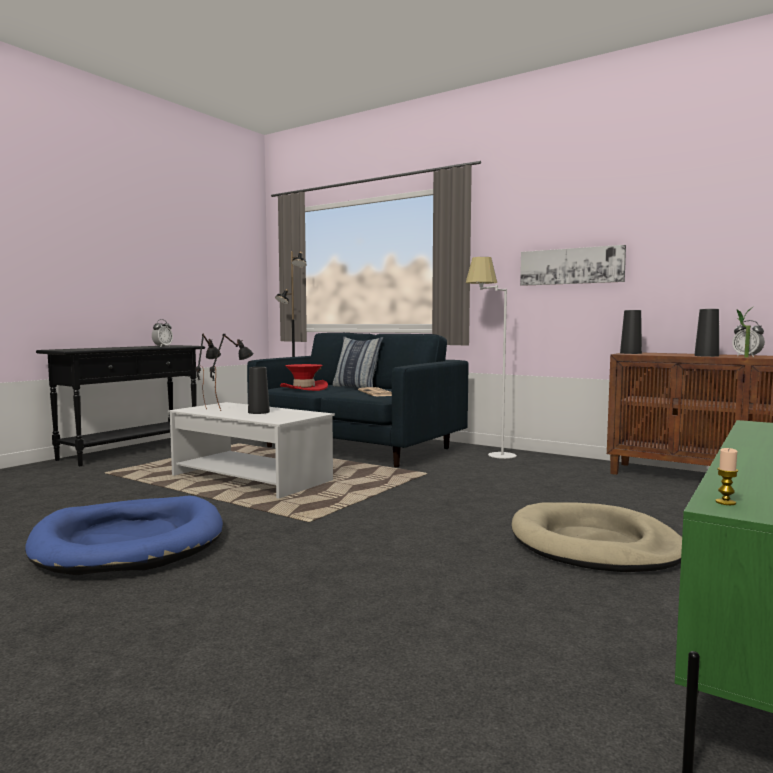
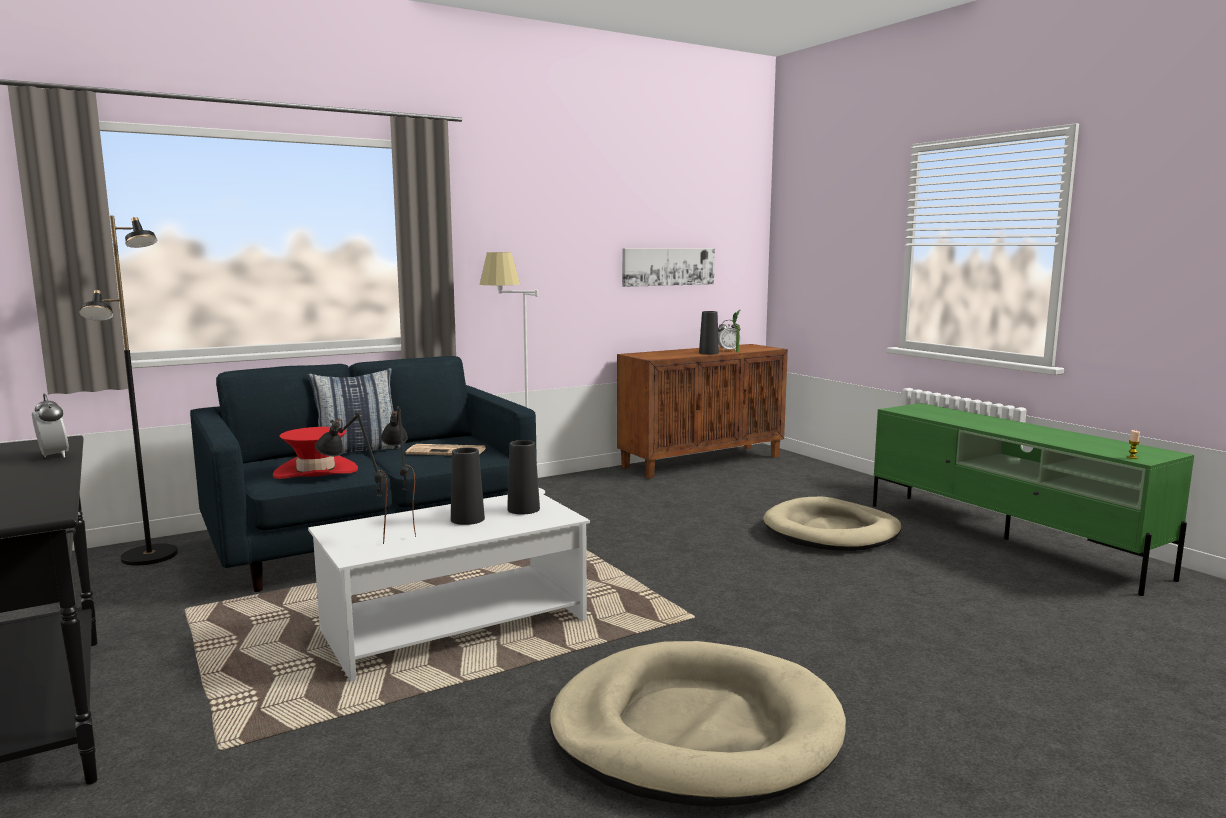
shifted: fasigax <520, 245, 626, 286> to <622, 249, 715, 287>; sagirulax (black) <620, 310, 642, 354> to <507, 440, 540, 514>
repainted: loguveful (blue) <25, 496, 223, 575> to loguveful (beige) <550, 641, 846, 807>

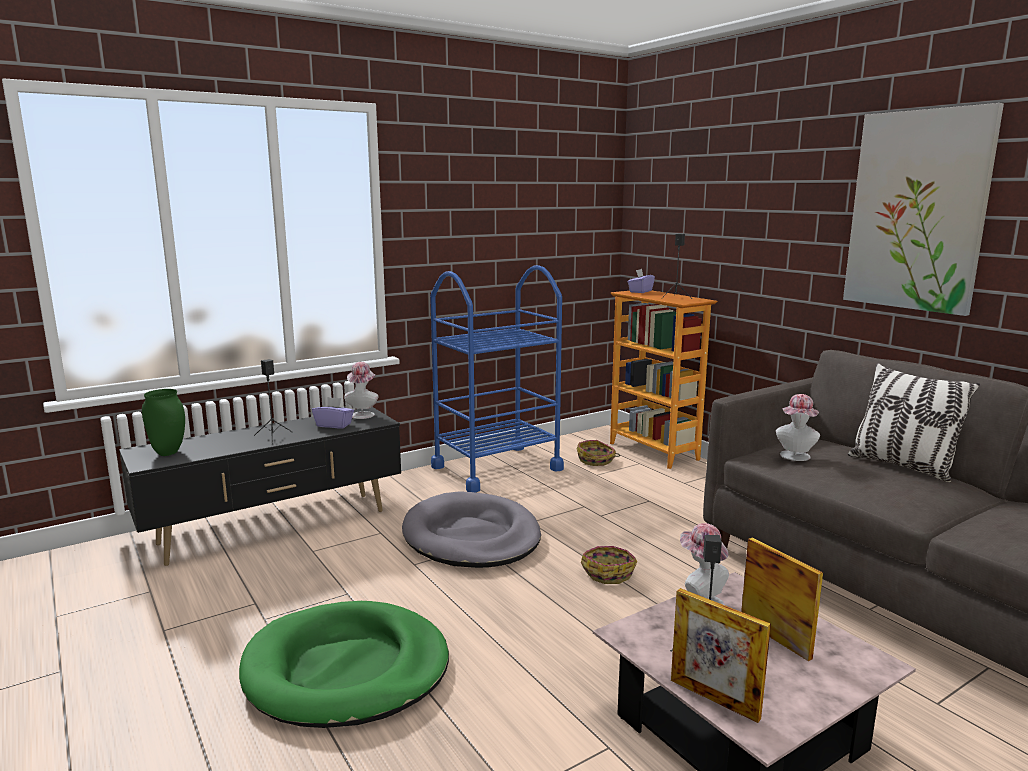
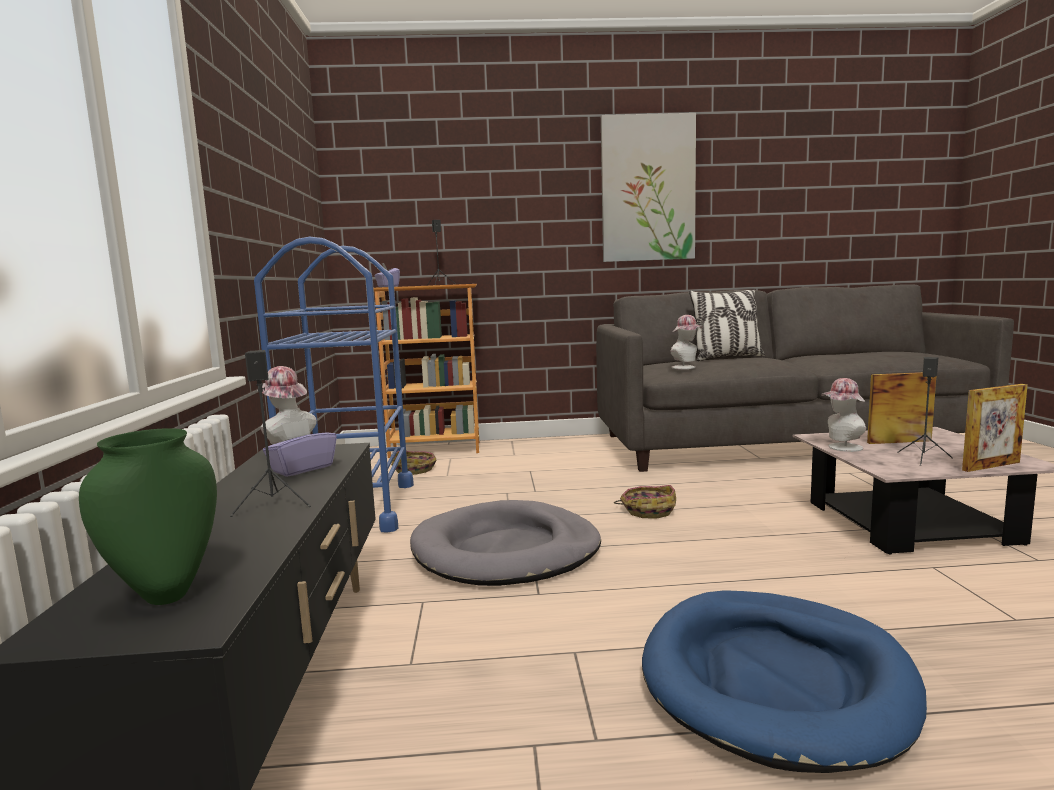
repainted: loguveful (green) <239, 601, 449, 728> to loguveful (blue) <642, 590, 927, 773>

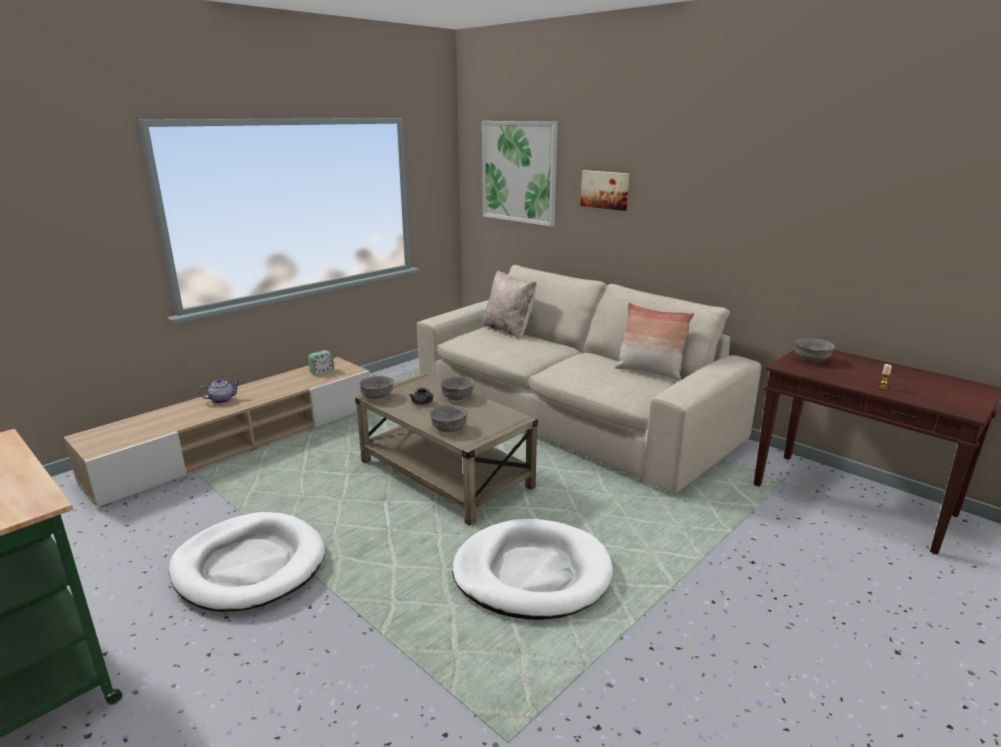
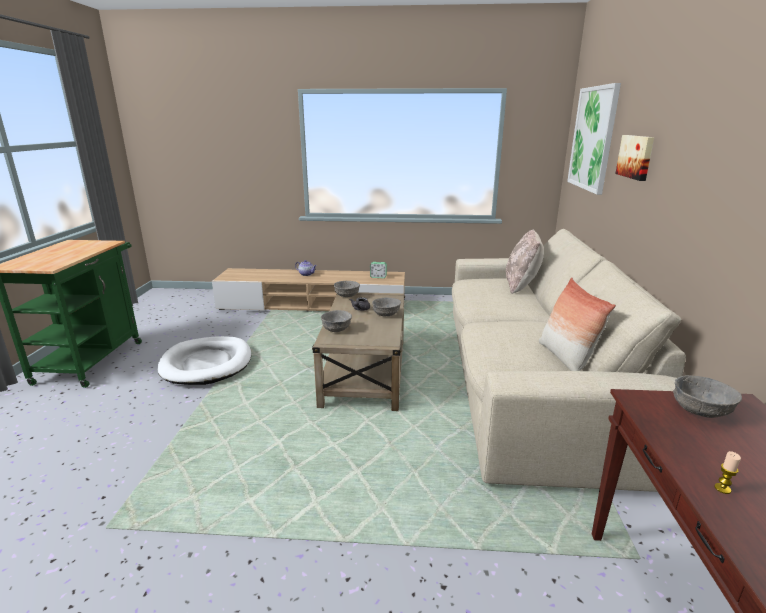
gone: loguveful (white) <452, 519, 613, 620>

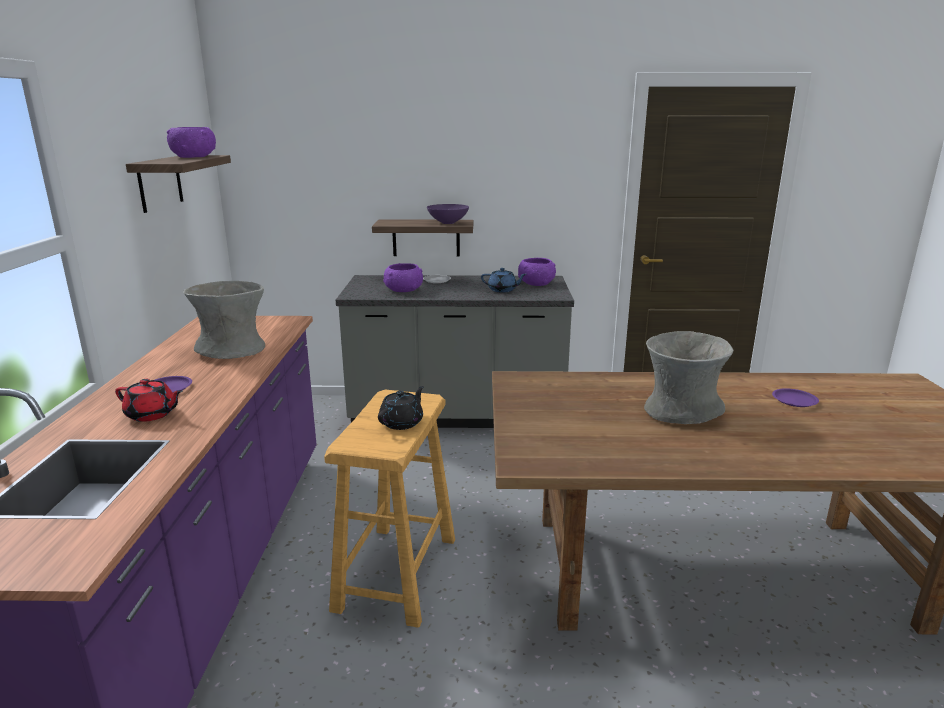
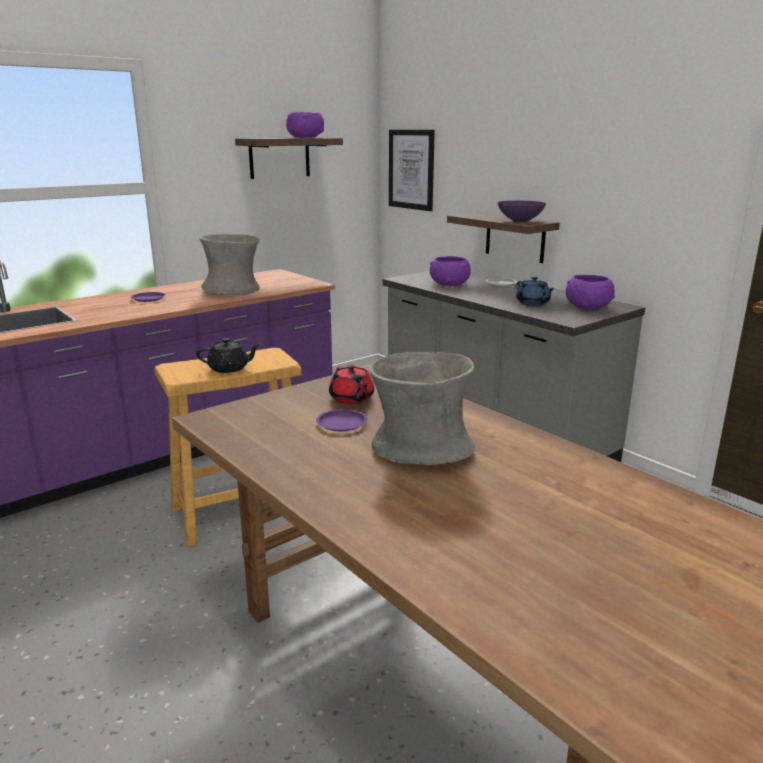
new: fasigax <389, 130, 435, 211>
shifted: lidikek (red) <115, 379, 183, 422> to <329, 364, 374, 404>; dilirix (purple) <772, 388, 819, 407> to <316, 409, 367, 431>

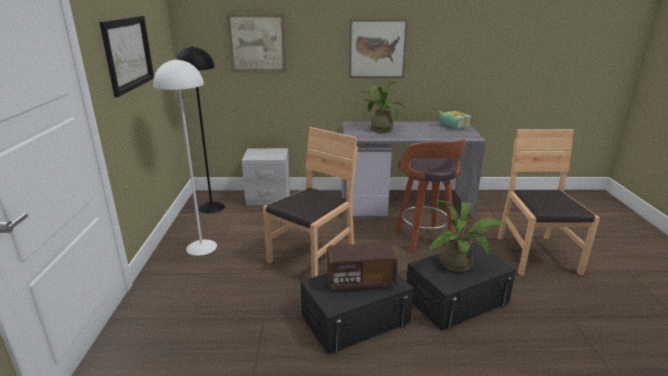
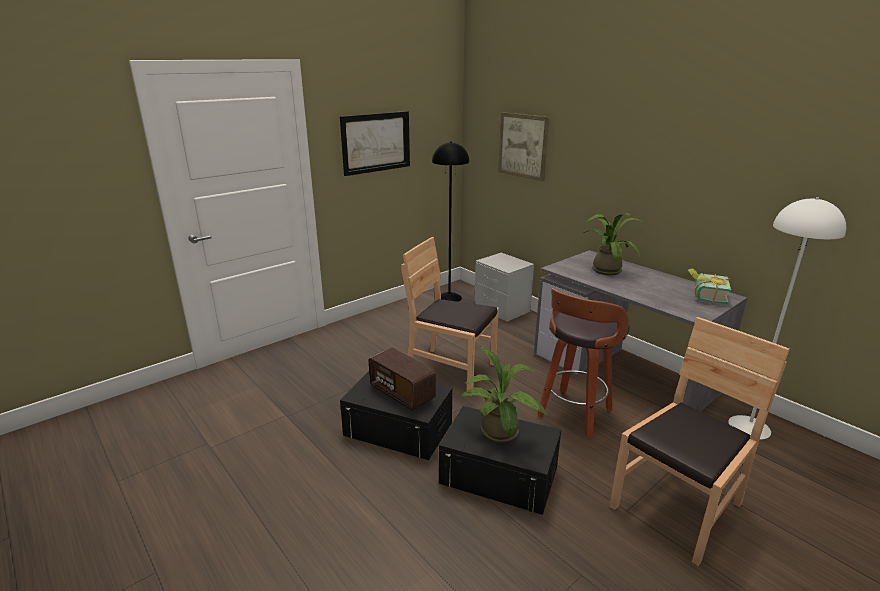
gone: fasigax <349, 19, 407, 78>
shifted: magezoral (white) <153, 59, 217, 256> to <728, 197, 846, 439>
rotated: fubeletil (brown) <263, 127, 358, 278> = <401, 237, 499, 396> 150 degrees counterclockwise

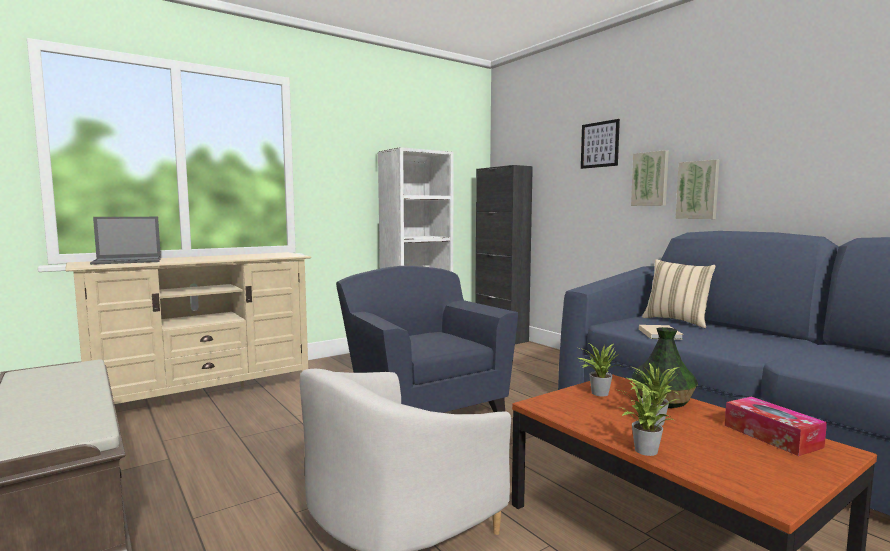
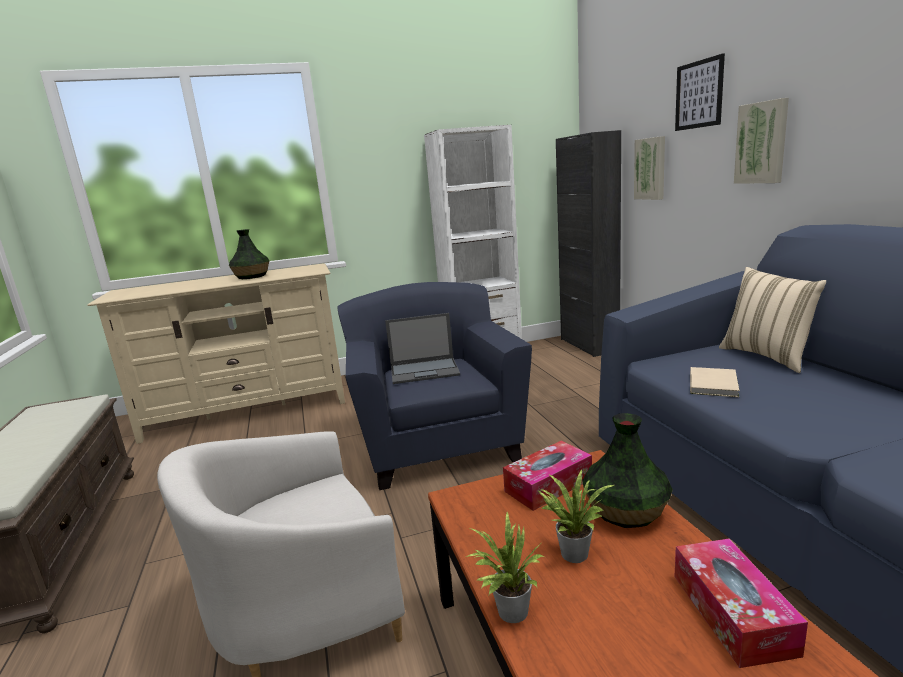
new: sagirulax <229, 229, 270, 279>
shifted: fasigax <676, 159, 719, 219> to <634, 136, 665, 200>; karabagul <90, 217, 161, 265> to <385, 313, 460, 384>
swapped: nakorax <578, 343, 621, 397> to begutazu <503, 440, 592, 511>

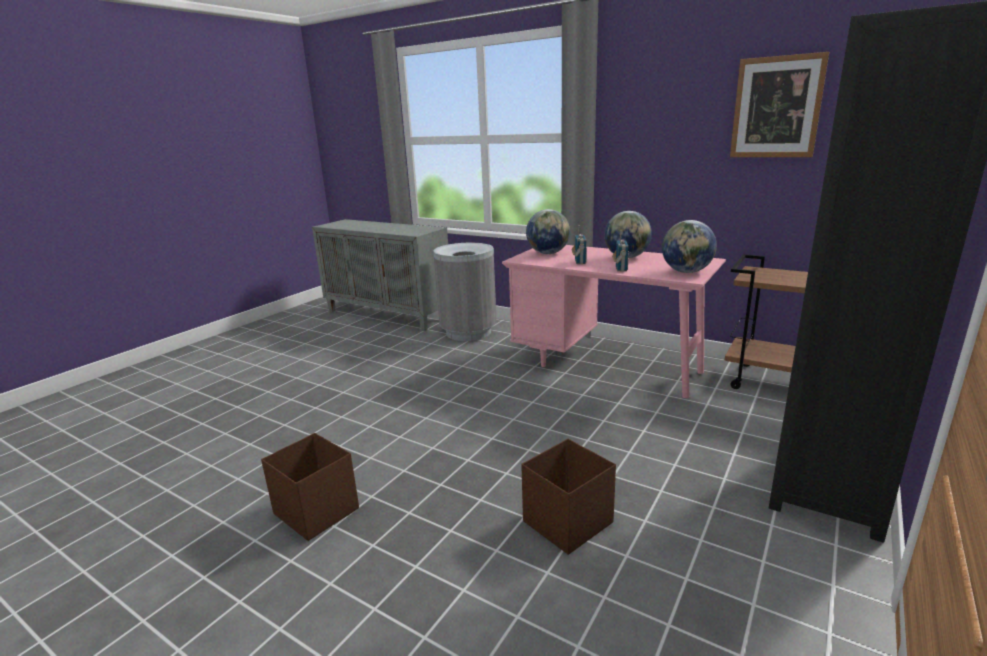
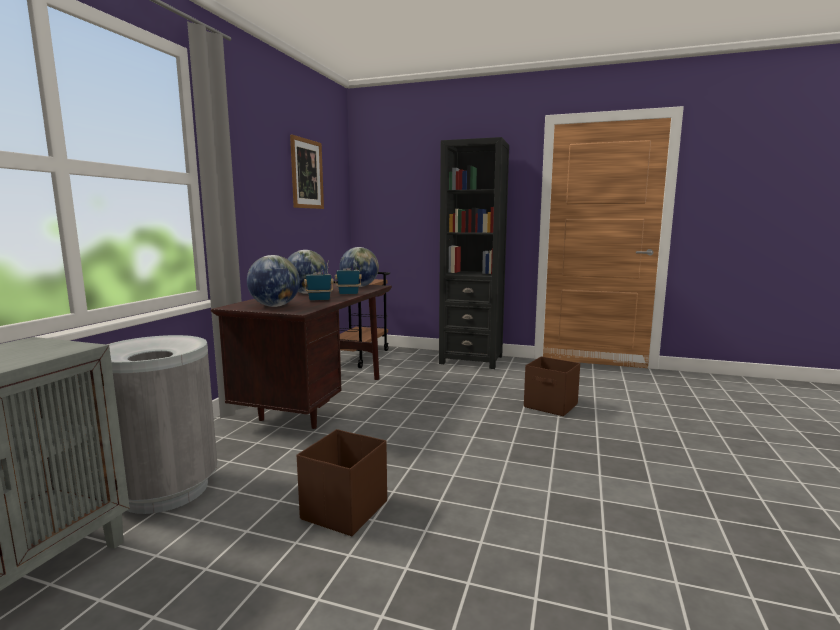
shifted: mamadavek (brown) <261, 433, 359, 541> to <297, 429, 387, 536>
repainted: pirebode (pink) <502, 245, 726, 398> to pirebode (brown) <211, 283, 392, 429>

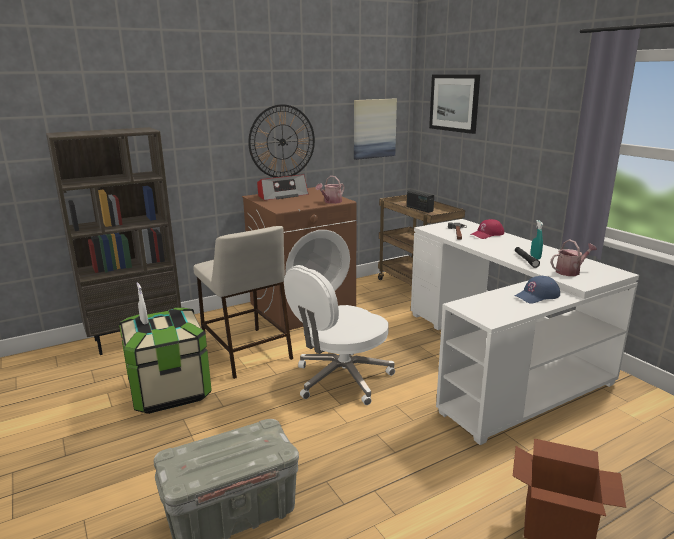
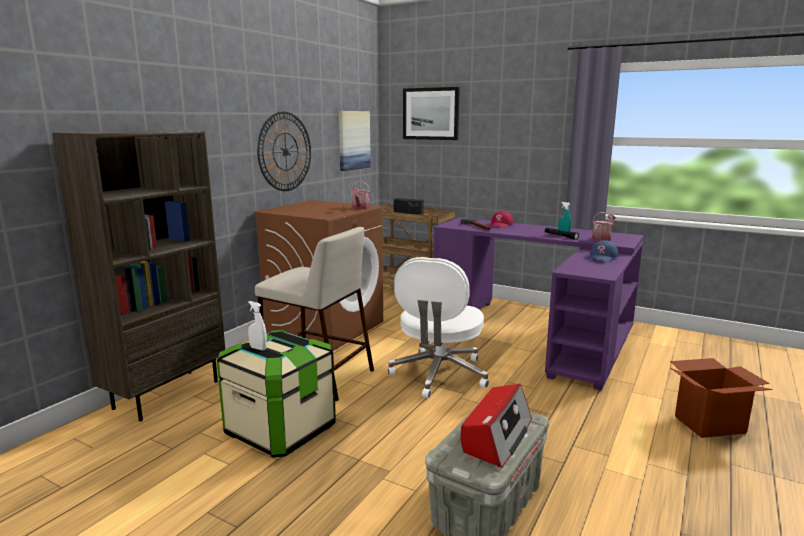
shifted: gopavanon <257, 174, 309, 200> to <461, 384, 532, 468>
repainted: pirebode (white) <411, 219, 639, 445> to pirebode (purple) <434, 218, 644, 391>

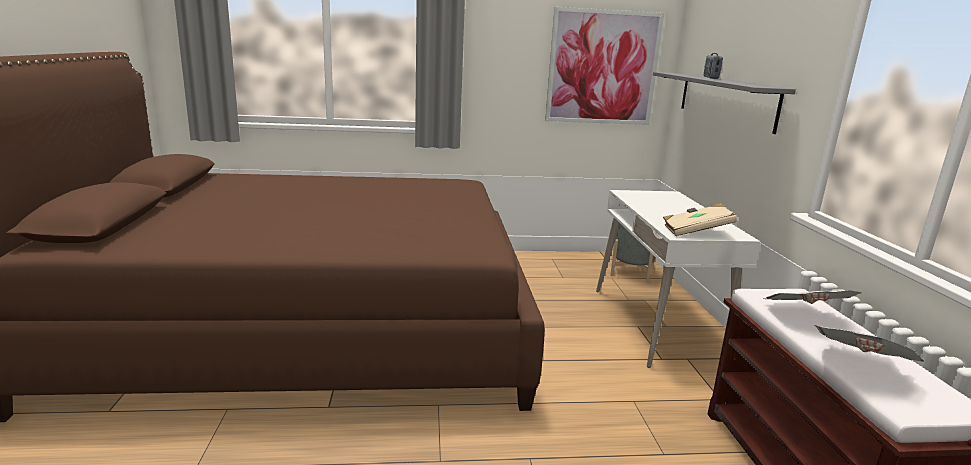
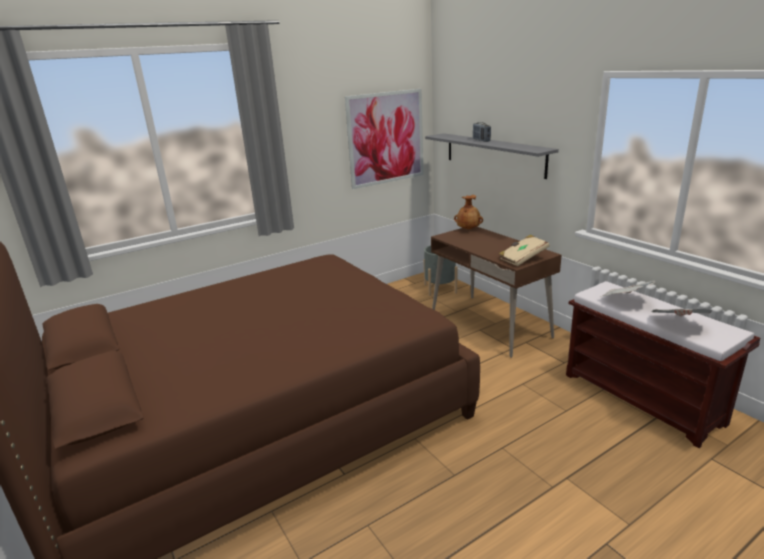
new: sagirulax (brown) <454, 195, 483, 230>
repainted: pirebode (white) <596, 190, 760, 368> to pirebode (brown) <431, 227, 562, 358>

